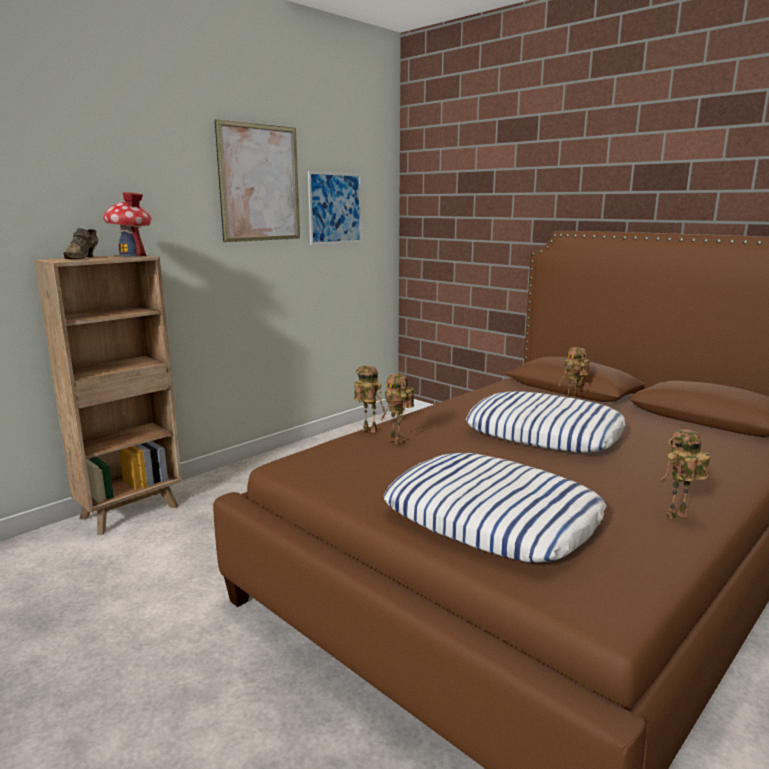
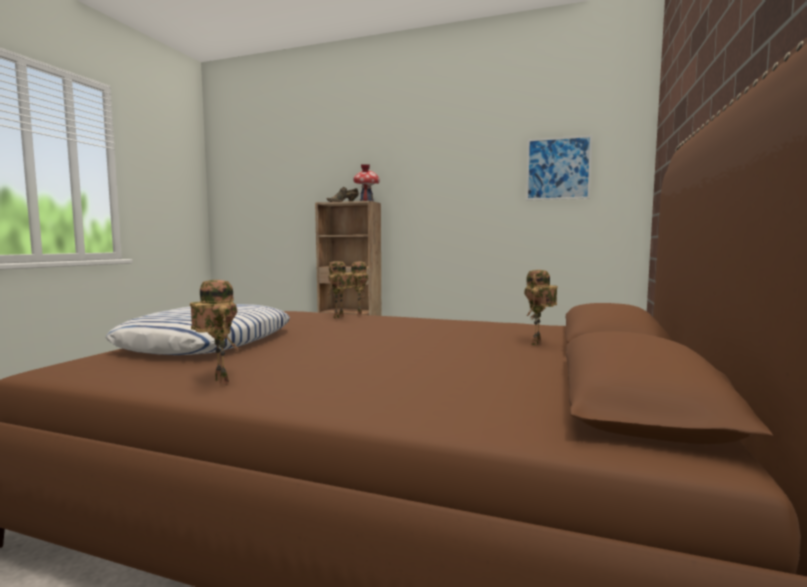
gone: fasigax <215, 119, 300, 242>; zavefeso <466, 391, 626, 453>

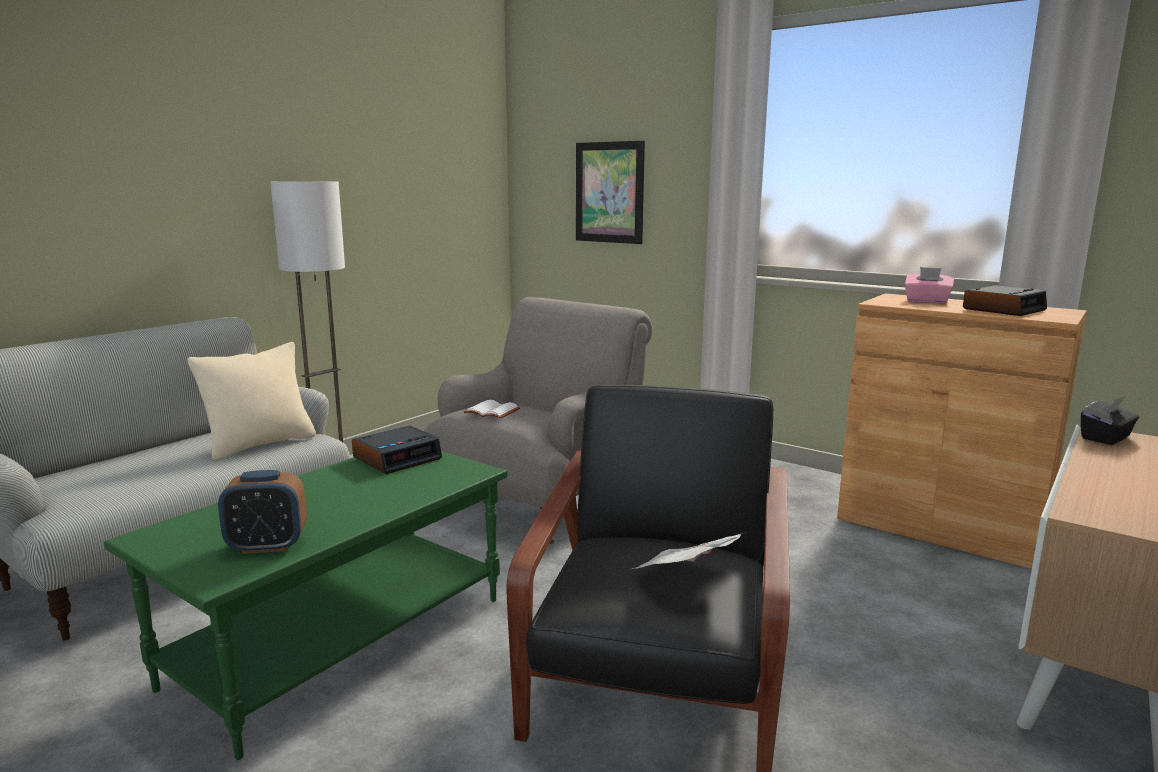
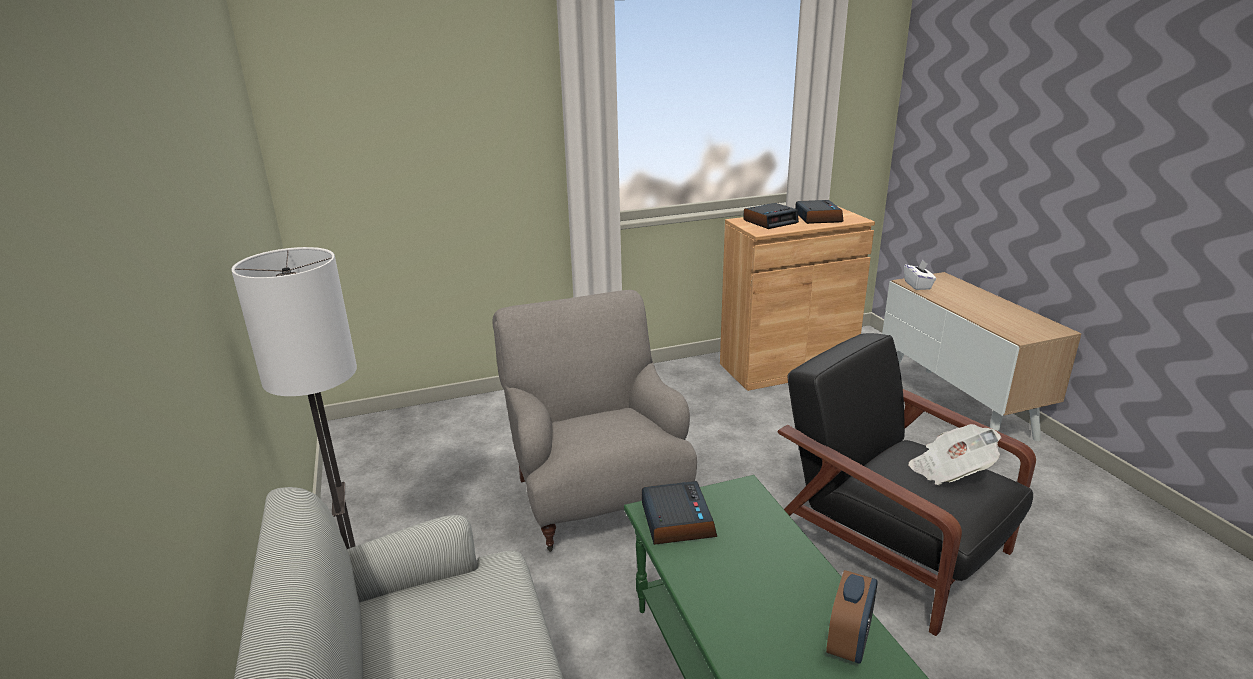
gone: fasigax <576, 141, 645, 244>; zavefeso (beige) <187, 342, 316, 460>; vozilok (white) <464, 400, 520, 419>
swapped: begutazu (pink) <905, 267, 954, 304> to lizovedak <743, 203, 799, 229>
repainted: begutazu (black) <1081, 396, 1139, 445> to begutazu (white) <904, 260, 936, 290>

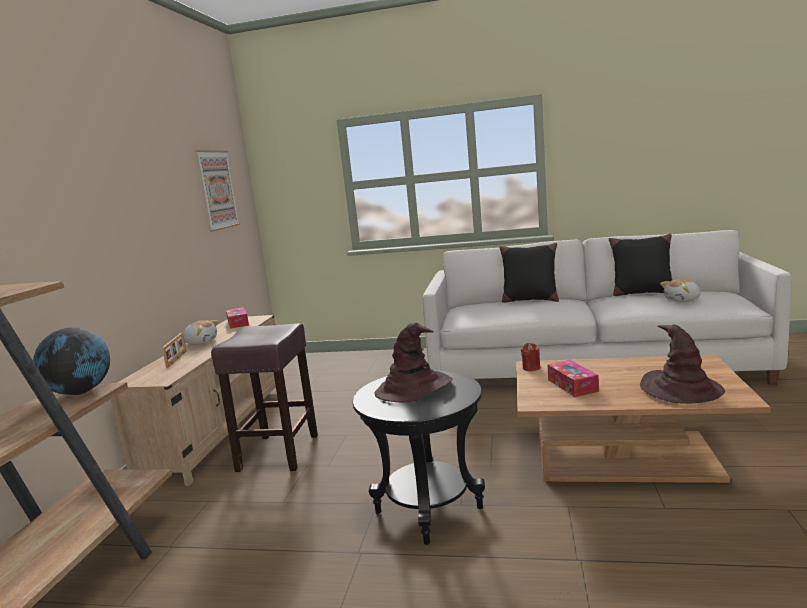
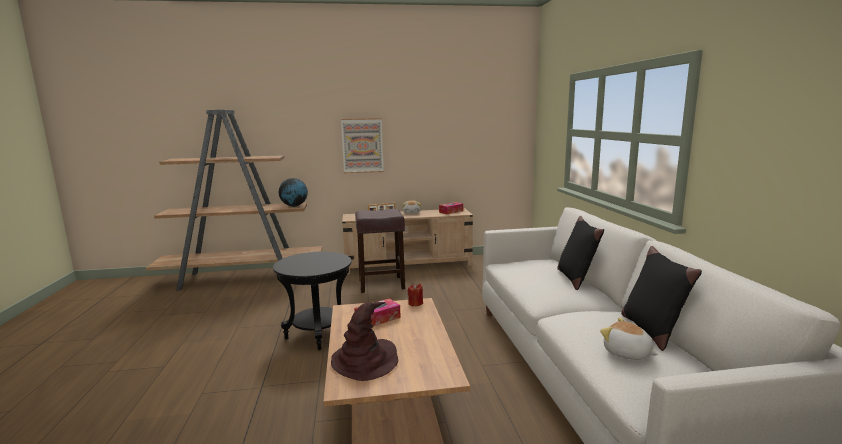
gone: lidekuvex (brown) <374, 322, 453, 402>
shifted: fasigax <196, 150, 240, 232> to <341, 118, 384, 173>

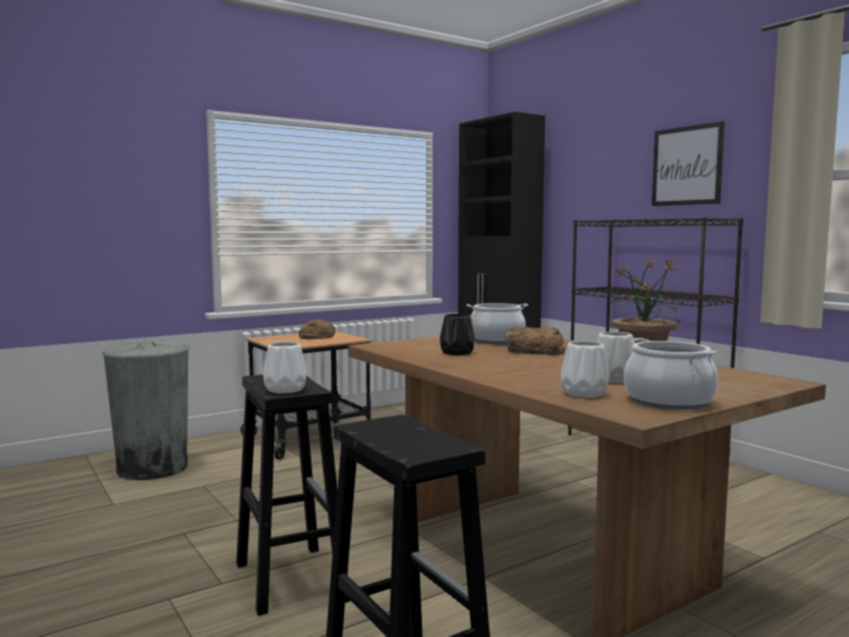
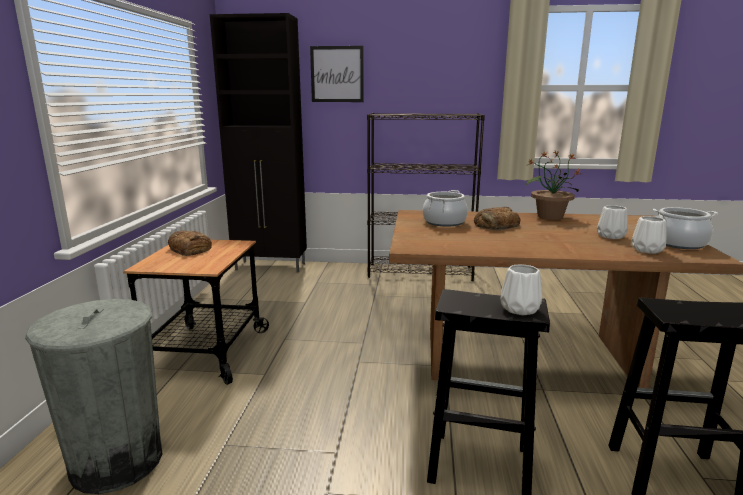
gone: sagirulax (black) <440, 314, 475, 355>
shifted: fasigax <652, 121, 725, 206> to <310, 46, 364, 102>

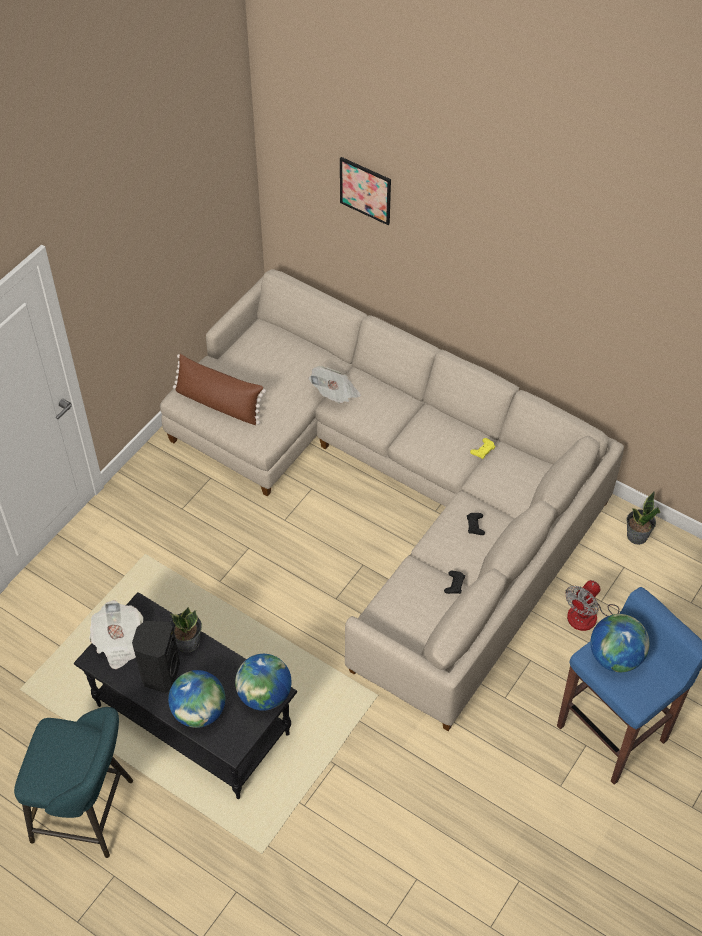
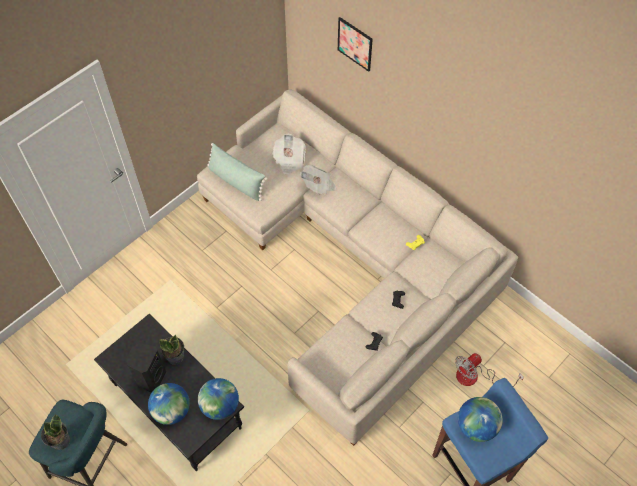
shifted: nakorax <626, 492, 660, 545> to <41, 414, 70, 450>; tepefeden <89, 600, 143, 669> to <272, 134, 306, 175>
repainted: zavefeso (brown) <173, 354, 266, 425> to zavefeso (green) <207, 143, 267, 201>

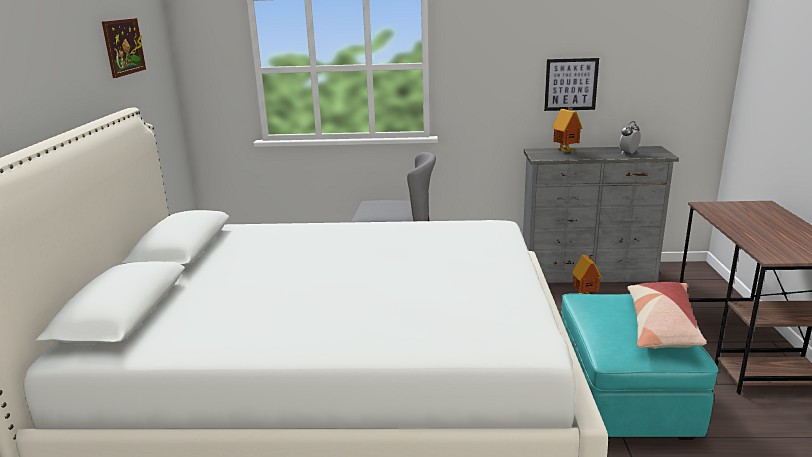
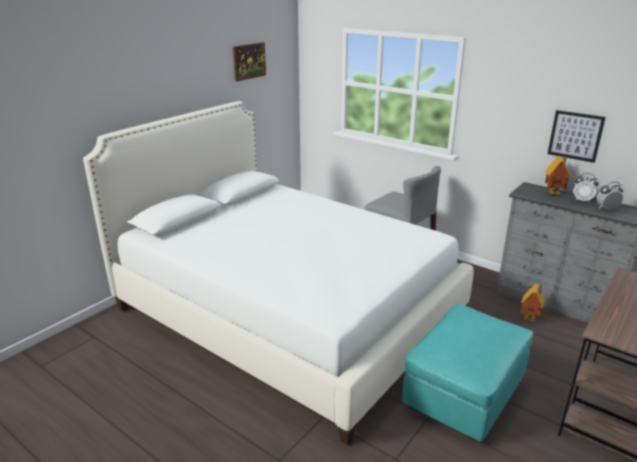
gone: zavefeso <627, 282, 706, 349>
new: lizovedak <574, 173, 599, 202>

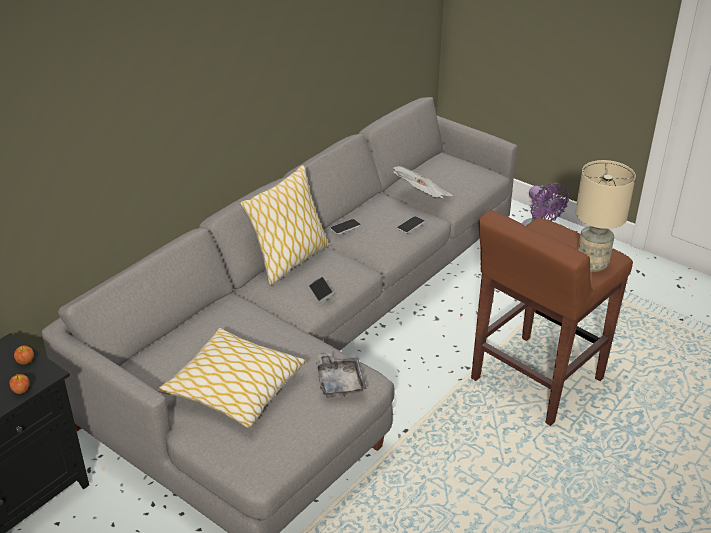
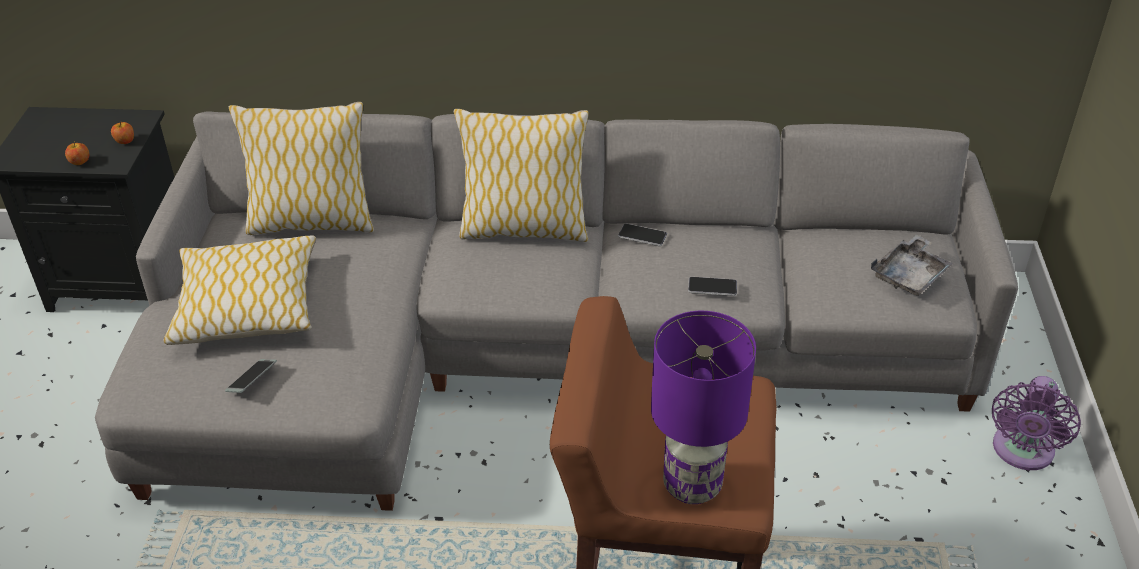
gone: tepefeden <393, 166, 453, 198>
new: zavefeso <229, 102, 374, 235>
shifted: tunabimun <308, 276, 334, 303> to <225, 359, 277, 393>; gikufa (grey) <316, 353, 367, 398> to <871, 235, 953, 296>
repainted: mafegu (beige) <575, 160, 636, 272> to mafegu (purple) <651, 311, 756, 504>

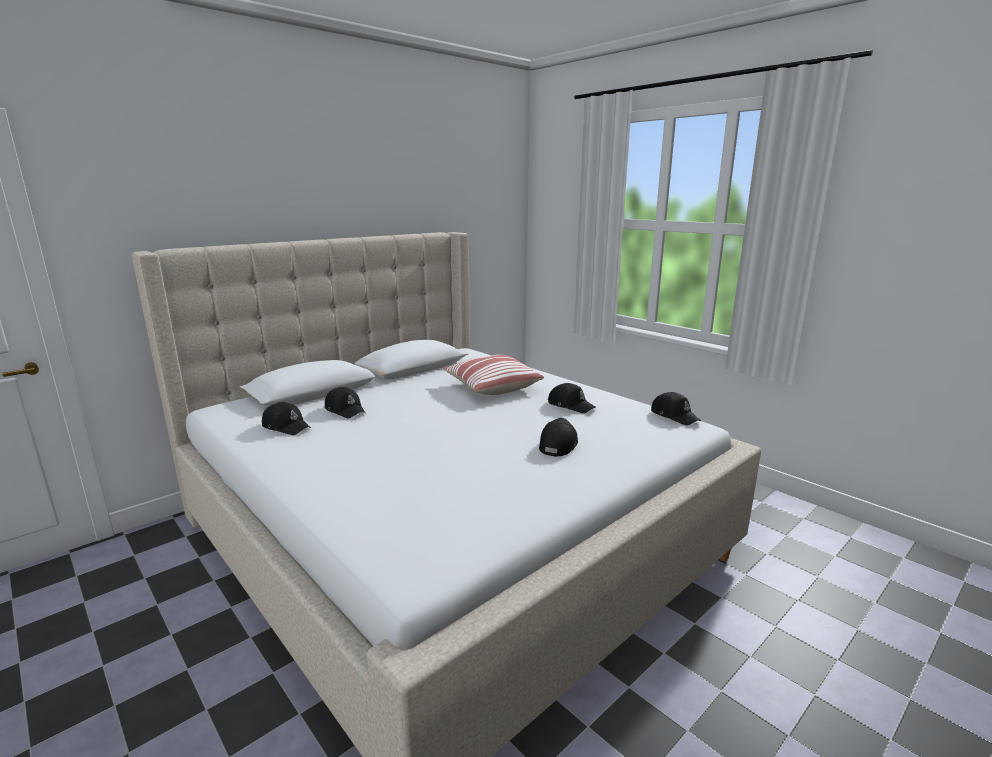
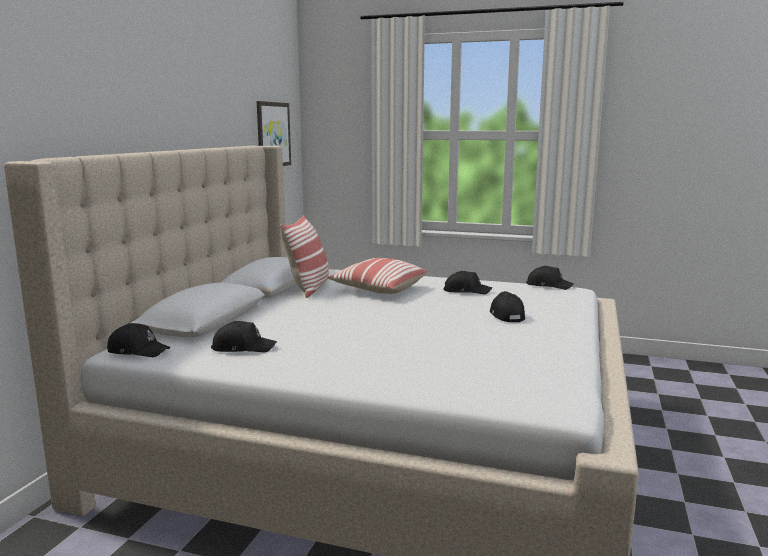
new: fasigax <257, 101, 291, 166>; zavefeso <280, 215, 329, 298>
shifted: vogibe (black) <325, 387, 365, 418> to <107, 323, 170, 357>

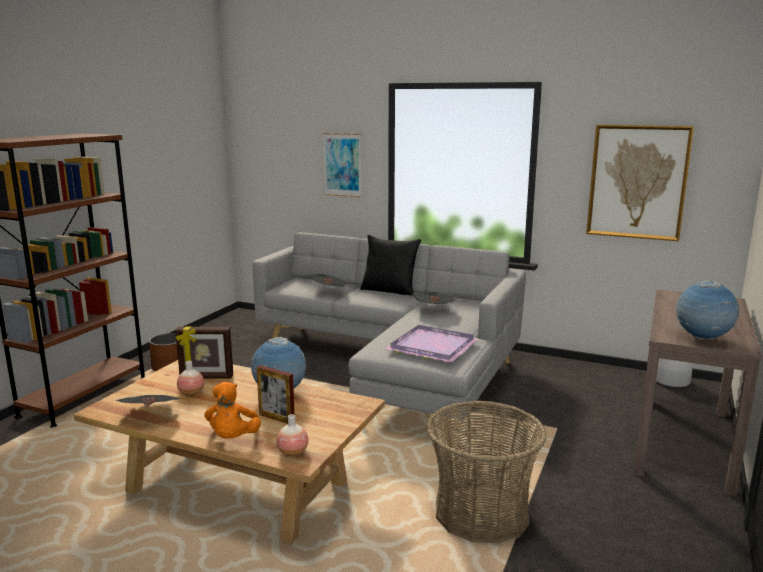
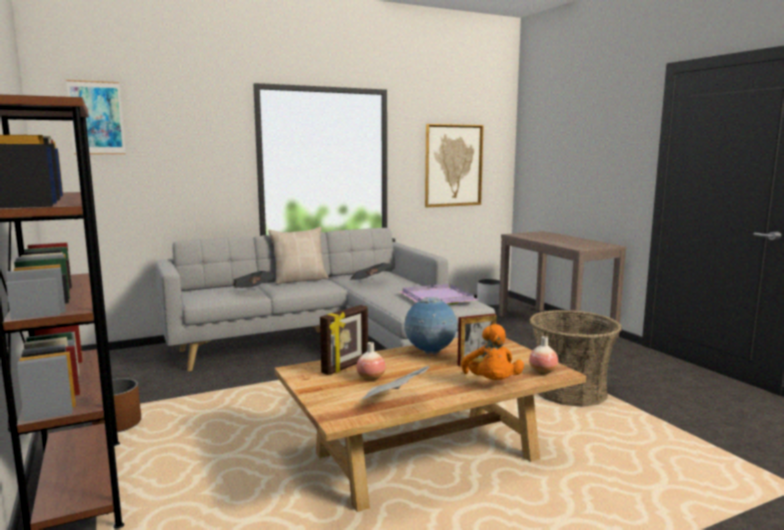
gone: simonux <675, 280, 739, 340>
shifted: fasigax <323, 133, 361, 197> to <66, 80, 126, 154>
repainted: zavefeso (black) <360, 235, 421, 296> to zavefeso (beige) <268, 227, 329, 285>
rotated: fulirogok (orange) <204, 382, 261, 438> = <461, 324, 524, 380> 45 degrees clockwise

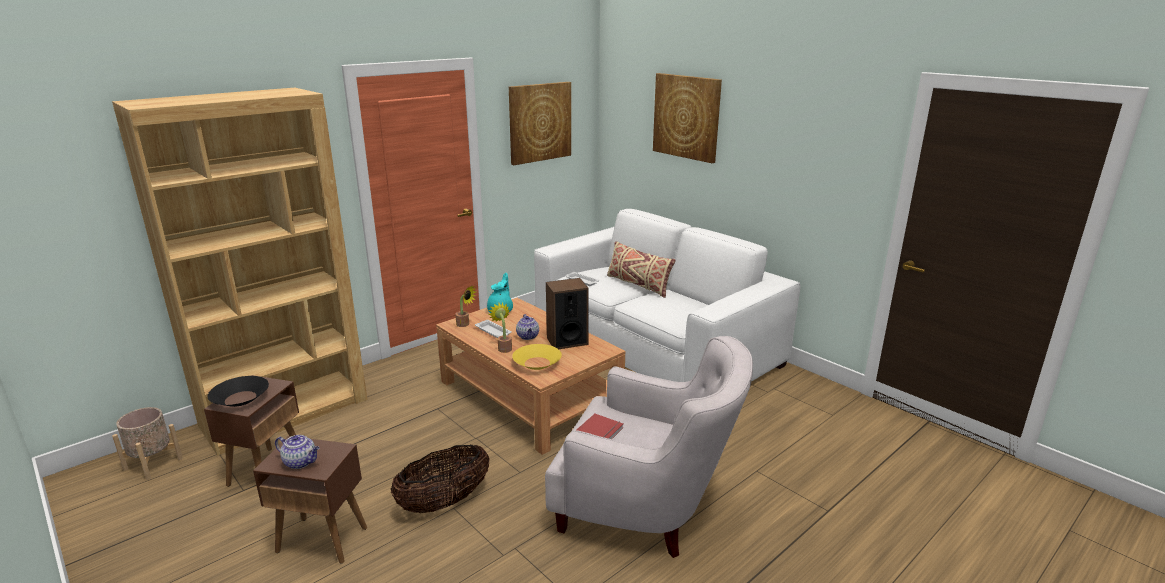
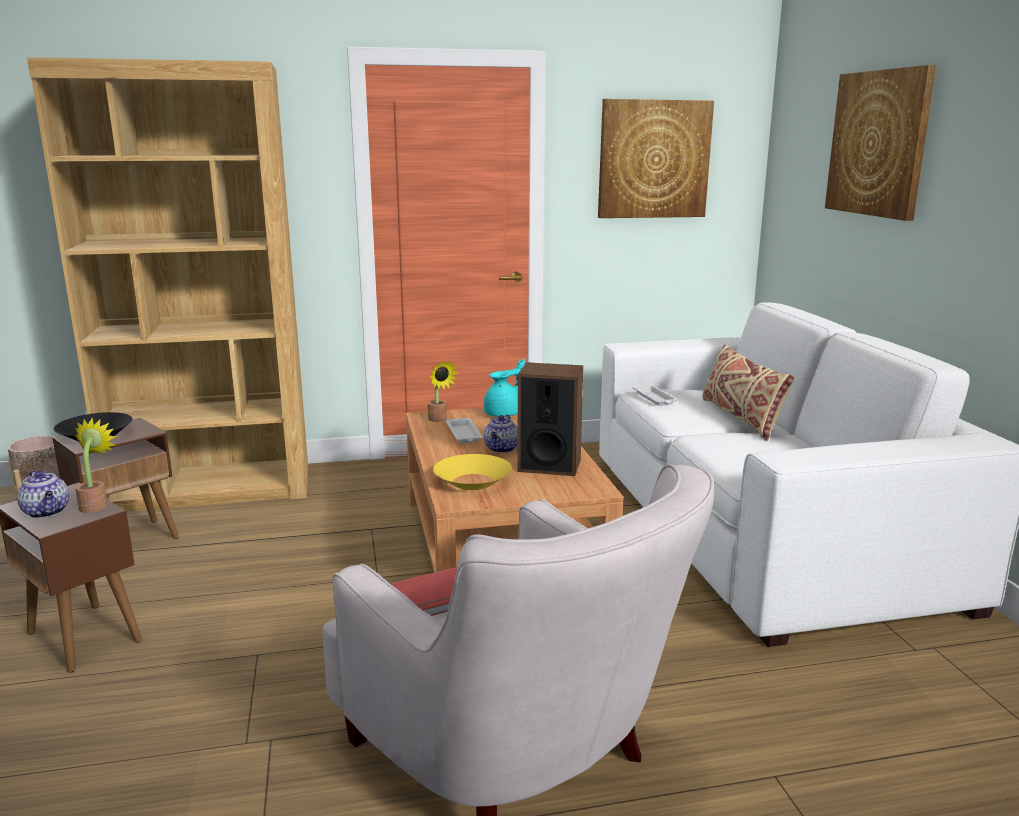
gone: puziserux <391, 444, 490, 513>
shifted: nakorax <489, 303, 512, 353> to <75, 417, 117, 513>

